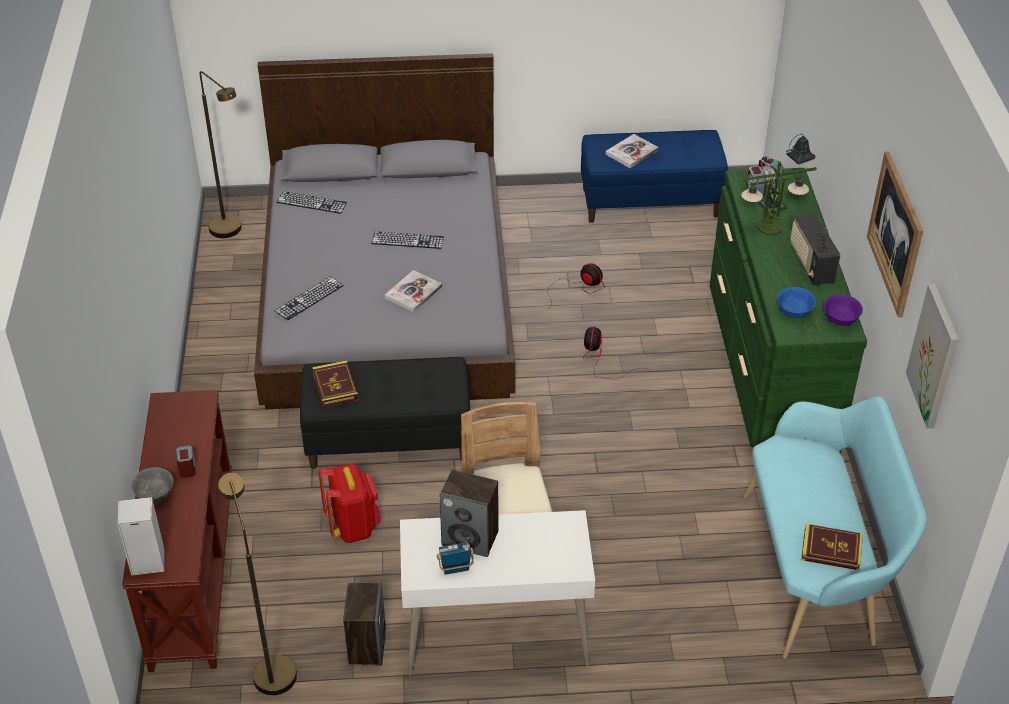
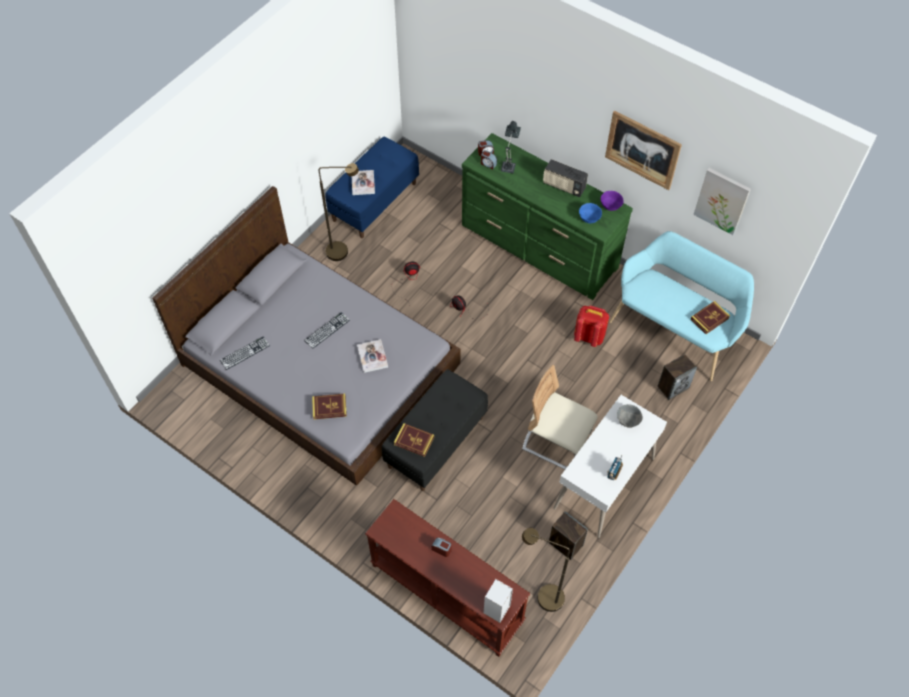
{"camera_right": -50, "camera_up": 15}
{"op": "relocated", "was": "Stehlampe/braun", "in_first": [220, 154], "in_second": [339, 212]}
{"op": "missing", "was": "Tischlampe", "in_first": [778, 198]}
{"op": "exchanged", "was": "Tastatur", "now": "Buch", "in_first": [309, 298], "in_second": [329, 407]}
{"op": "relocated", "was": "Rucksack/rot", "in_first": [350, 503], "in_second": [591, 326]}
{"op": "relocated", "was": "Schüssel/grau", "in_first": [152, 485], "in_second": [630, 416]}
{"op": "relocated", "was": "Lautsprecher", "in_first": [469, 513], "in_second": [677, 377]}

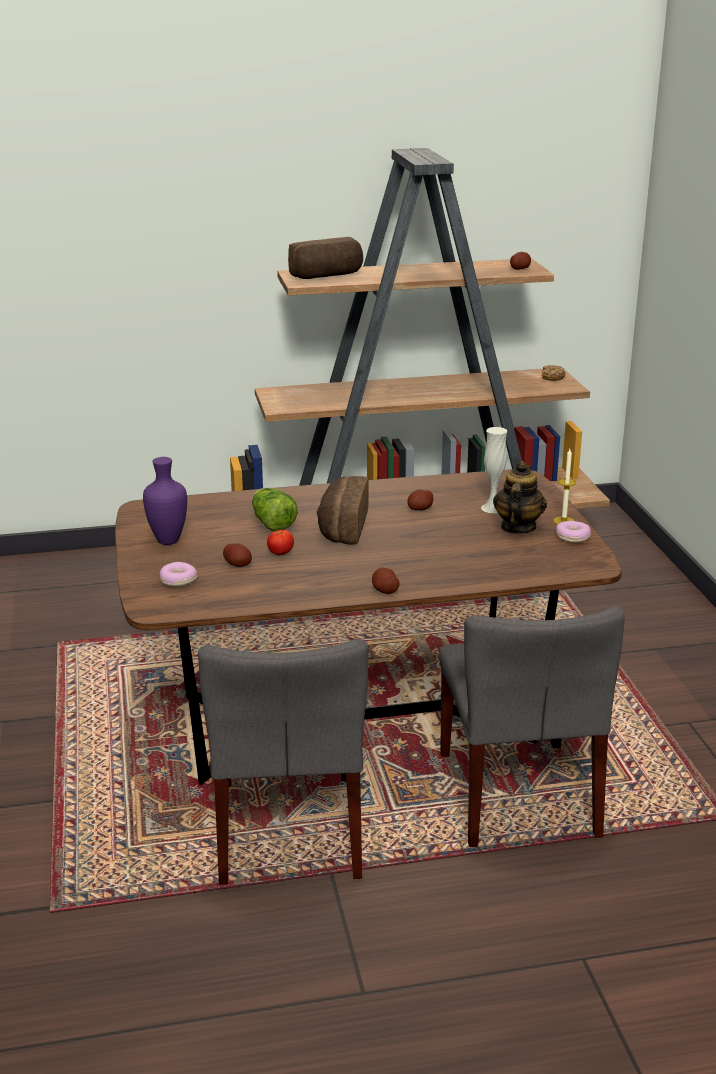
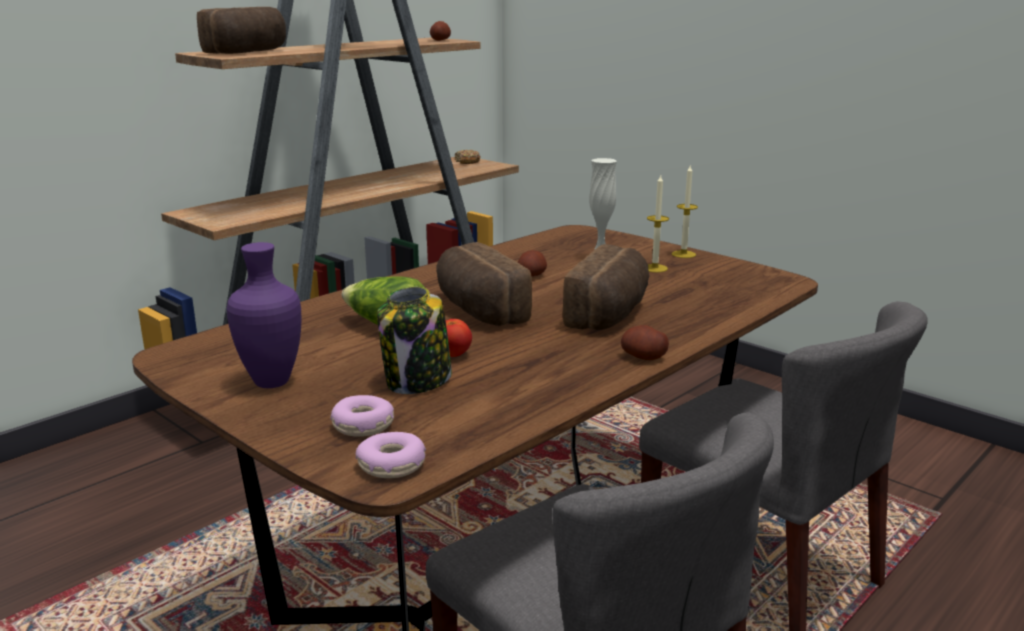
{"camera_right": -35, "camera_up": -5}
{"op": "exchanged", "was": "Teekanne", "now": "Kerze", "in_first": [520, 497], "in_second": [658, 224]}
{"op": "relocated", "was": "Donut", "in_first": [573, 532], "in_second": [391, 455]}
{"op": "exchanged", "was": "Kartoffel", "now": "Vorratsglas", "in_first": [237, 555], "in_second": [414, 340]}
{"op": "appeared", "now": "Brot", "in_second": [606, 287]}

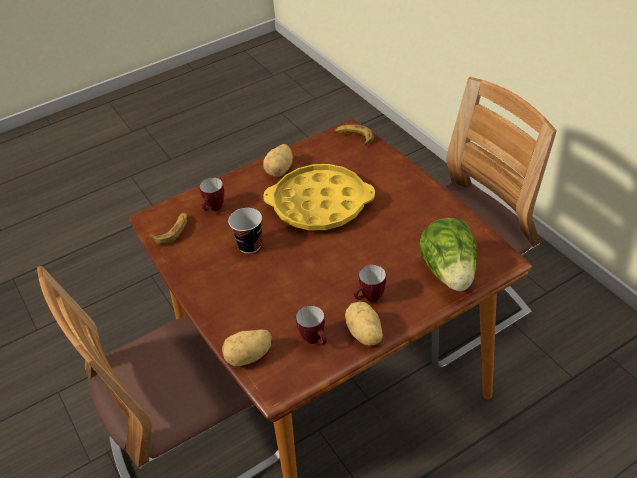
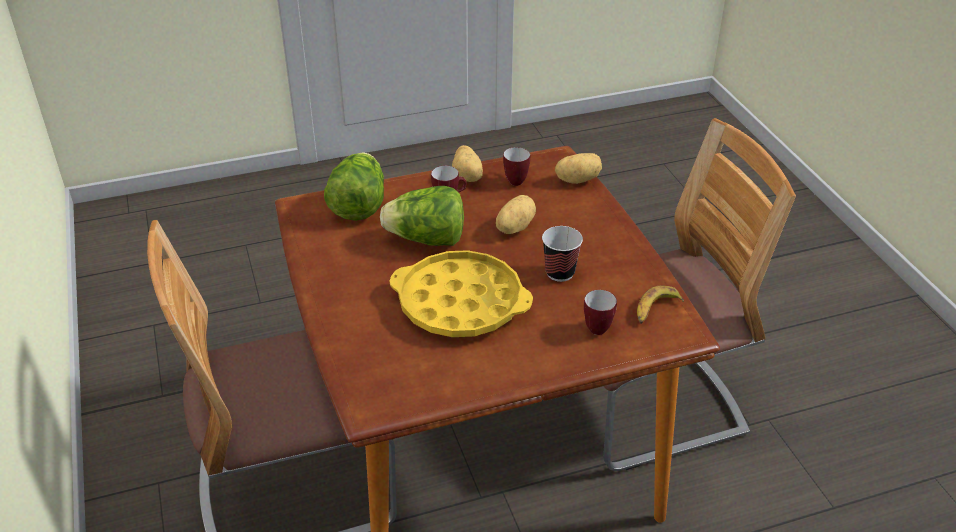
{"camera_right": -170, "camera_up": -5}
{"op": "missing", "was": "Banane", "in_first": [354, 134]}
{"op": "relocated", "was": "Kartoffel", "in_first": [278, 160], "in_second": [516, 214]}
{"op": "appeared", "now": "Salatkopf", "in_second": [422, 216]}

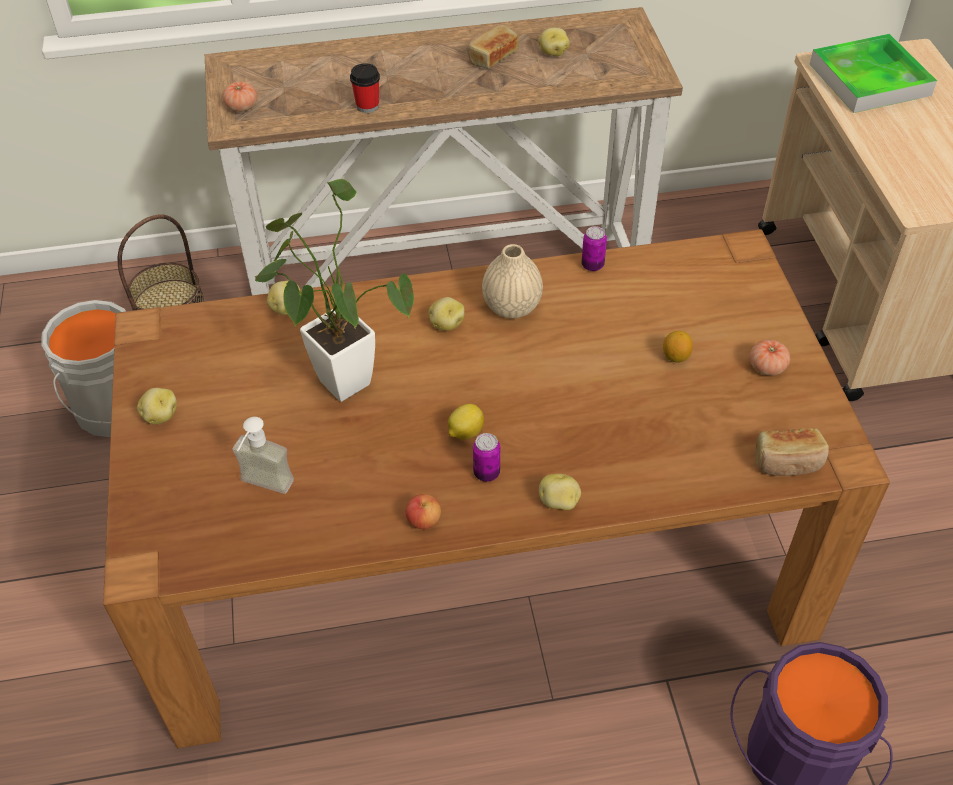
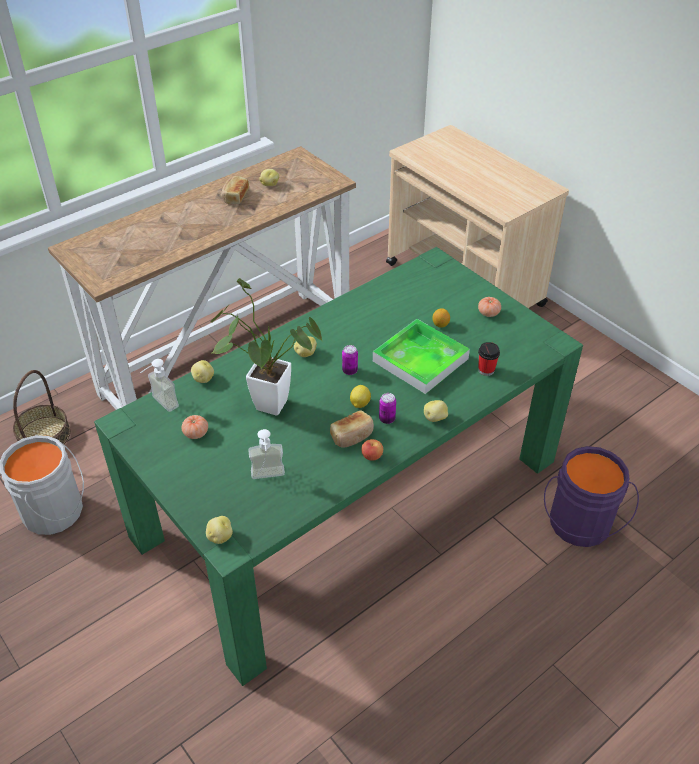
{"camera_right": -30, "camera_up": -5}
{"op": "relocated", "was": "Tablett", "in_first": [873, 73], "in_second": [421, 356]}
{"op": "relocated", "was": "Tasse", "in_first": [365, 88], "in_second": [489, 359]}
{"op": "relocated", "was": "Tomate", "in_first": [240, 97], "in_second": [195, 427]}
{"op": "relocated", "was": "Dose", "in_first": [594, 248], "in_second": [350, 360]}
{"op": "colour", "was": "Esstisch/braun", "now": "Esstisch/grün", "in_first": [496, 488], "in_second": [338, 466]}
{"op": "missing", "was": "Vase/beige", "in_first": [512, 281]}
{"op": "relocated", "was": "Kartoffel", "in_first": [157, 406], "in_second": [219, 530]}
{"op": "relocated", "was": "Brot", "in_first": [792, 452], "in_second": [352, 428]}
{"op": "appeared", "now": "Seifenspender", "in_second": [159, 385]}

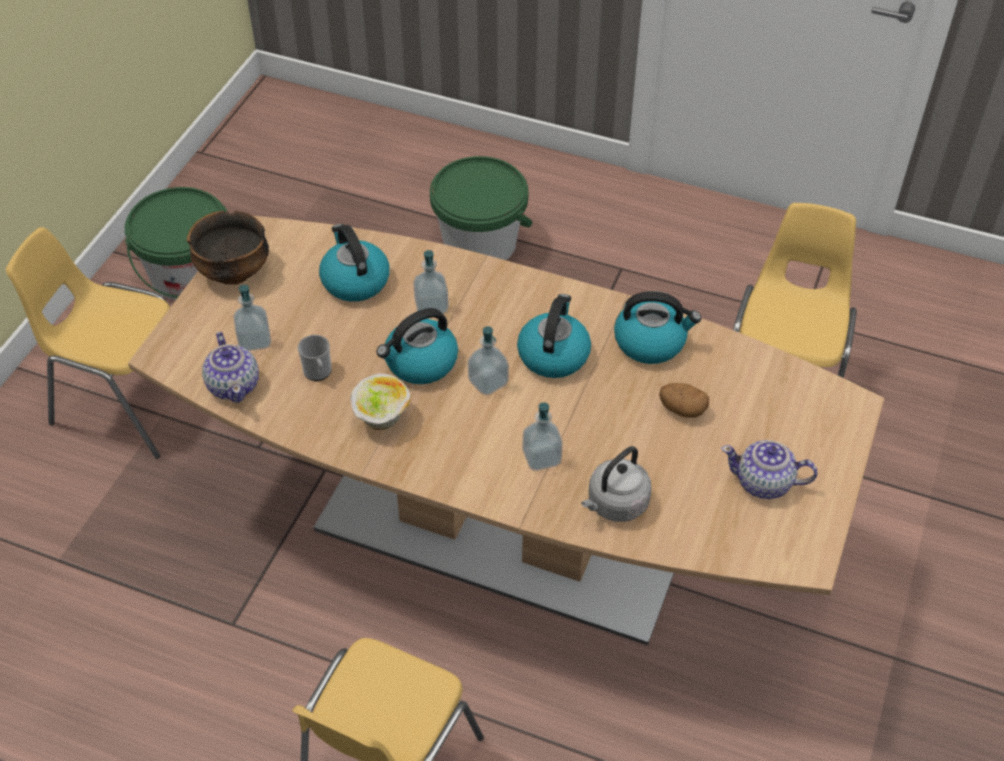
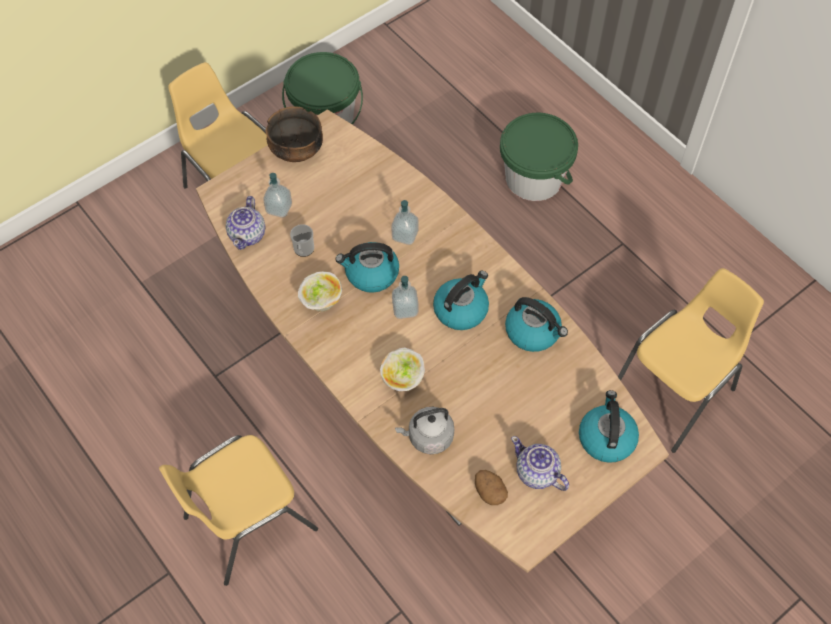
{"camera_right": 30, "camera_up": 10}
{"op": "relocated", "was": "Wasserkessel", "in_first": [354, 263], "in_second": [609, 426]}
{"op": "relocated", "was": "Kartoffel", "in_first": [684, 400], "in_second": [491, 487]}
{"op": "exchanged", "was": "Seifenspender", "now": "Schüssel", "in_first": [542, 436], "in_second": [402, 369]}

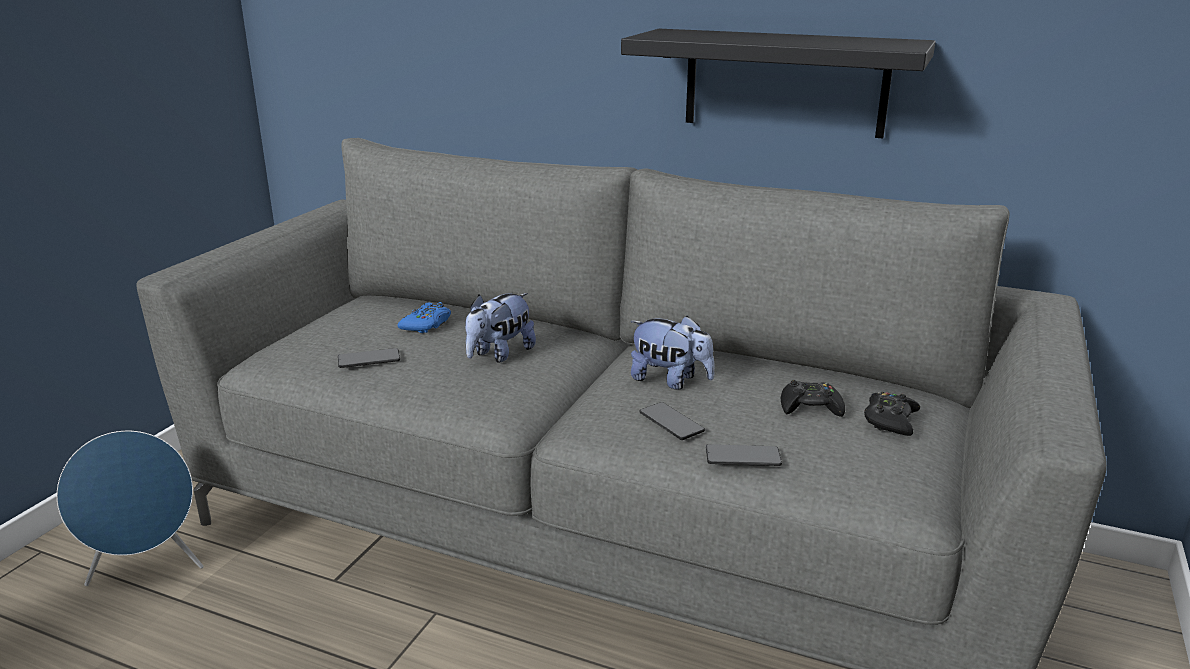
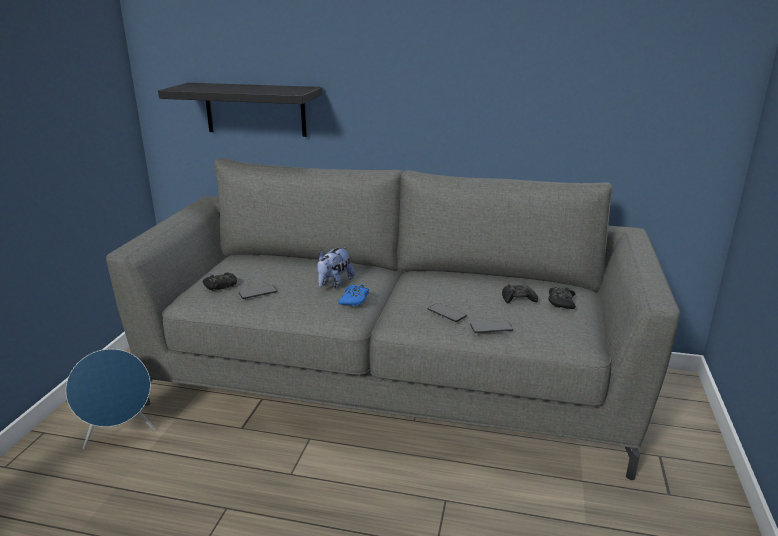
{"camera_right": -10, "camera_up": 0}
{"op": "relocated", "was": "Wandregal/schwarz", "in_first": [778, 83], "in_second": [240, 110]}
{"op": "relocated", "was": "Gamepad/blau", "in_first": [424, 317], "in_second": [353, 295]}
{"op": "missing", "was": "Plüschtier", "in_first": [672, 353]}
{"op": "appeared", "now": "Gamepad/schwarz", "in_second": [220, 282]}

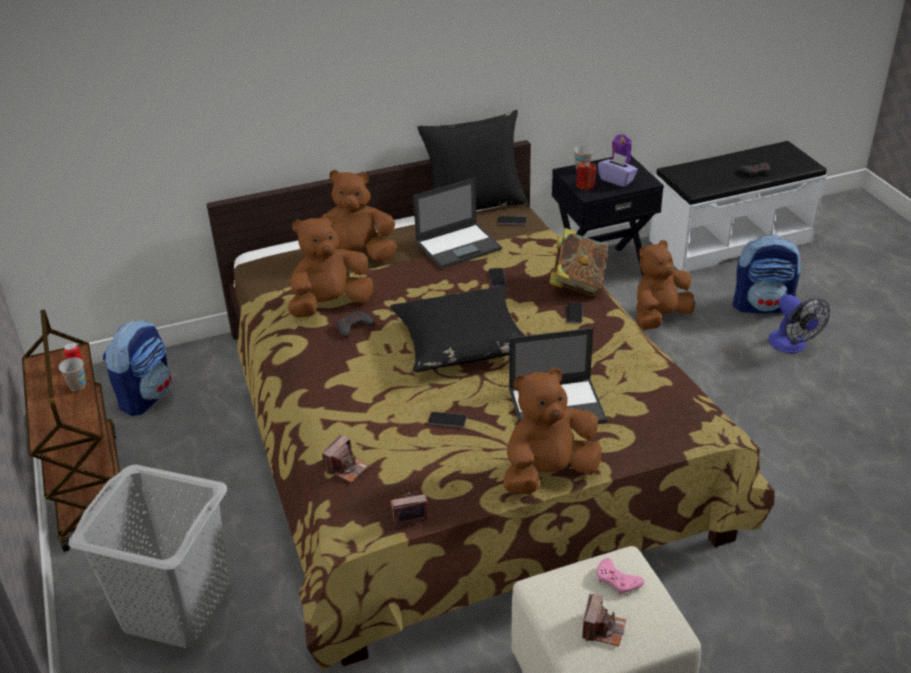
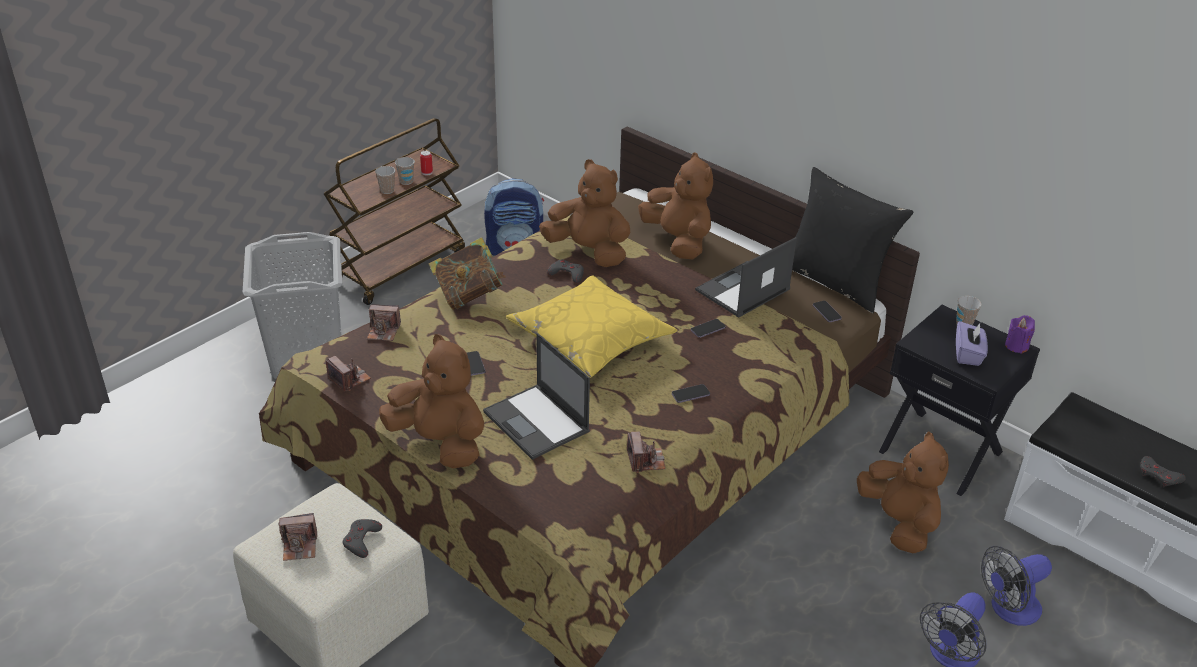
{"camera_right": 60, "camera_up": 0}
{"op": "missing", "was": "Kerze/rot", "in_first": [586, 175]}
{"op": "spun", "was": "Laptop", "in_first": [457, 223], "in_second": [746, 277], "clockwise": 105}
{"op": "relocated", "was": "Buch", "in_first": [579, 262], "in_second": [467, 273]}
{"op": "exchanged", "was": "Rucksack", "now": "Ventilator", "in_first": [767, 274], "in_second": [1016, 586]}
{"op": "spun", "was": "Plüschtier/braun", "in_first": [665, 285], "in_second": [903, 492], "clockwise": 45}
{"op": "colour", "was": "Kissen/schwarz", "now": "Kissen/gelb", "in_first": [458, 329], "in_second": [591, 326]}
{"op": "colour", "was": "Gamepad/rosa", "now": "Gamepad/grau", "in_first": [620, 576], "in_second": [362, 538]}
{"op": "appeared", "now": "Tasse", "in_second": [385, 180]}
{"op": "appeared", "now": "Kamera", "in_second": [646, 452]}

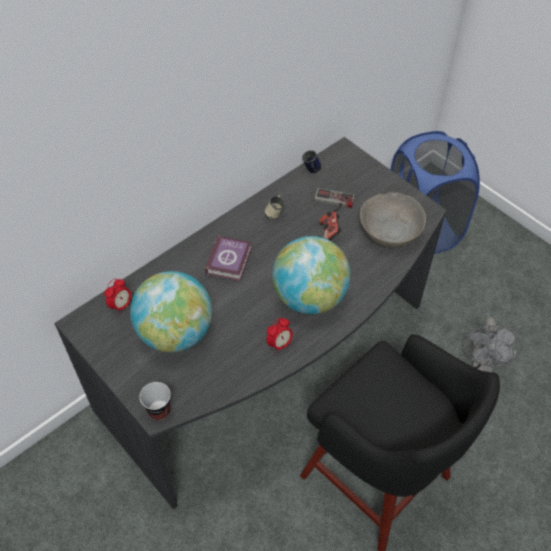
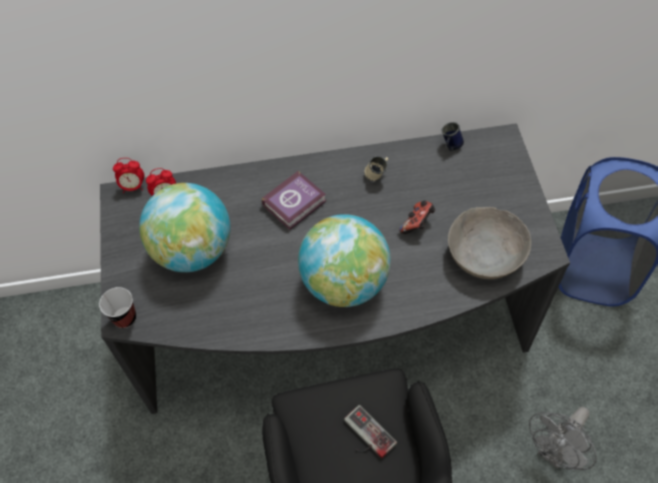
{"camera_right": 35, "camera_up": 5}
{"op": "relocated", "was": "Gamepad", "in_first": [334, 199], "in_second": [370, 431]}
{"op": "relocated", "was": "Wecker", "in_first": [280, 336], "in_second": [128, 175]}

